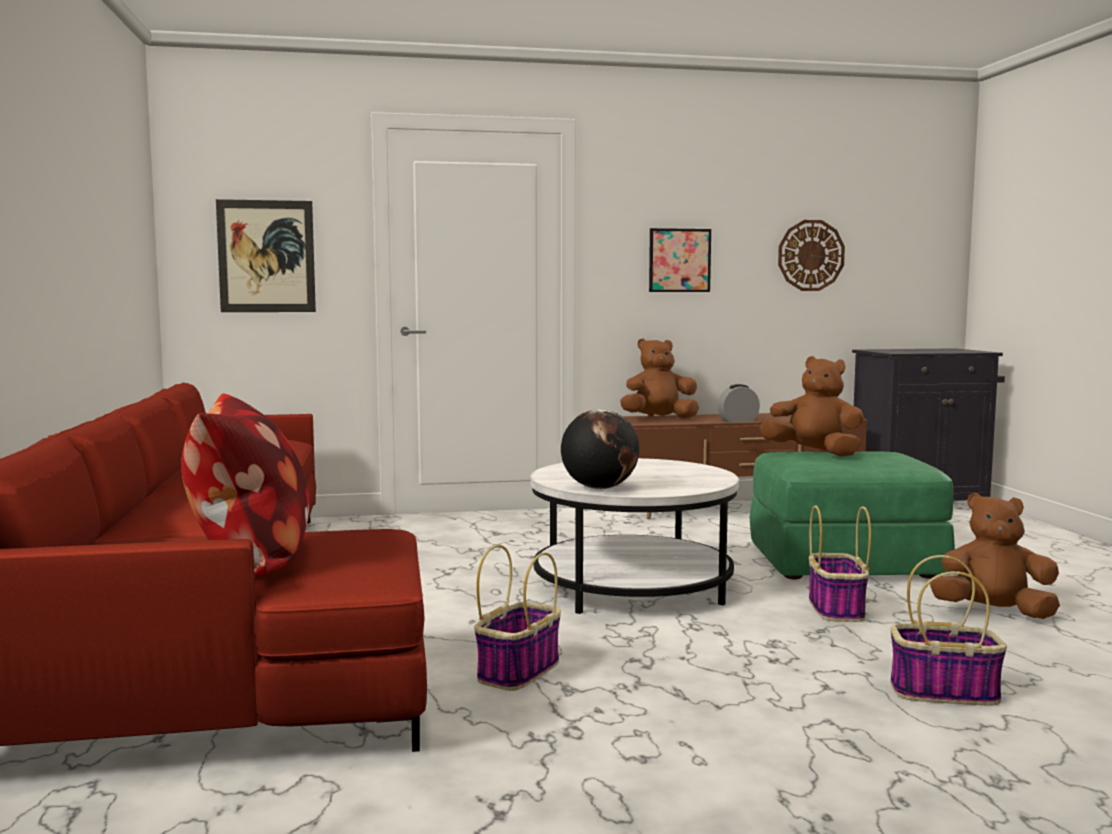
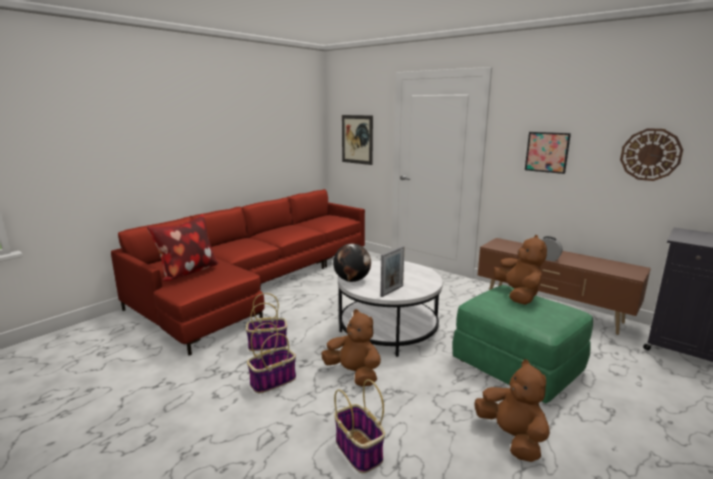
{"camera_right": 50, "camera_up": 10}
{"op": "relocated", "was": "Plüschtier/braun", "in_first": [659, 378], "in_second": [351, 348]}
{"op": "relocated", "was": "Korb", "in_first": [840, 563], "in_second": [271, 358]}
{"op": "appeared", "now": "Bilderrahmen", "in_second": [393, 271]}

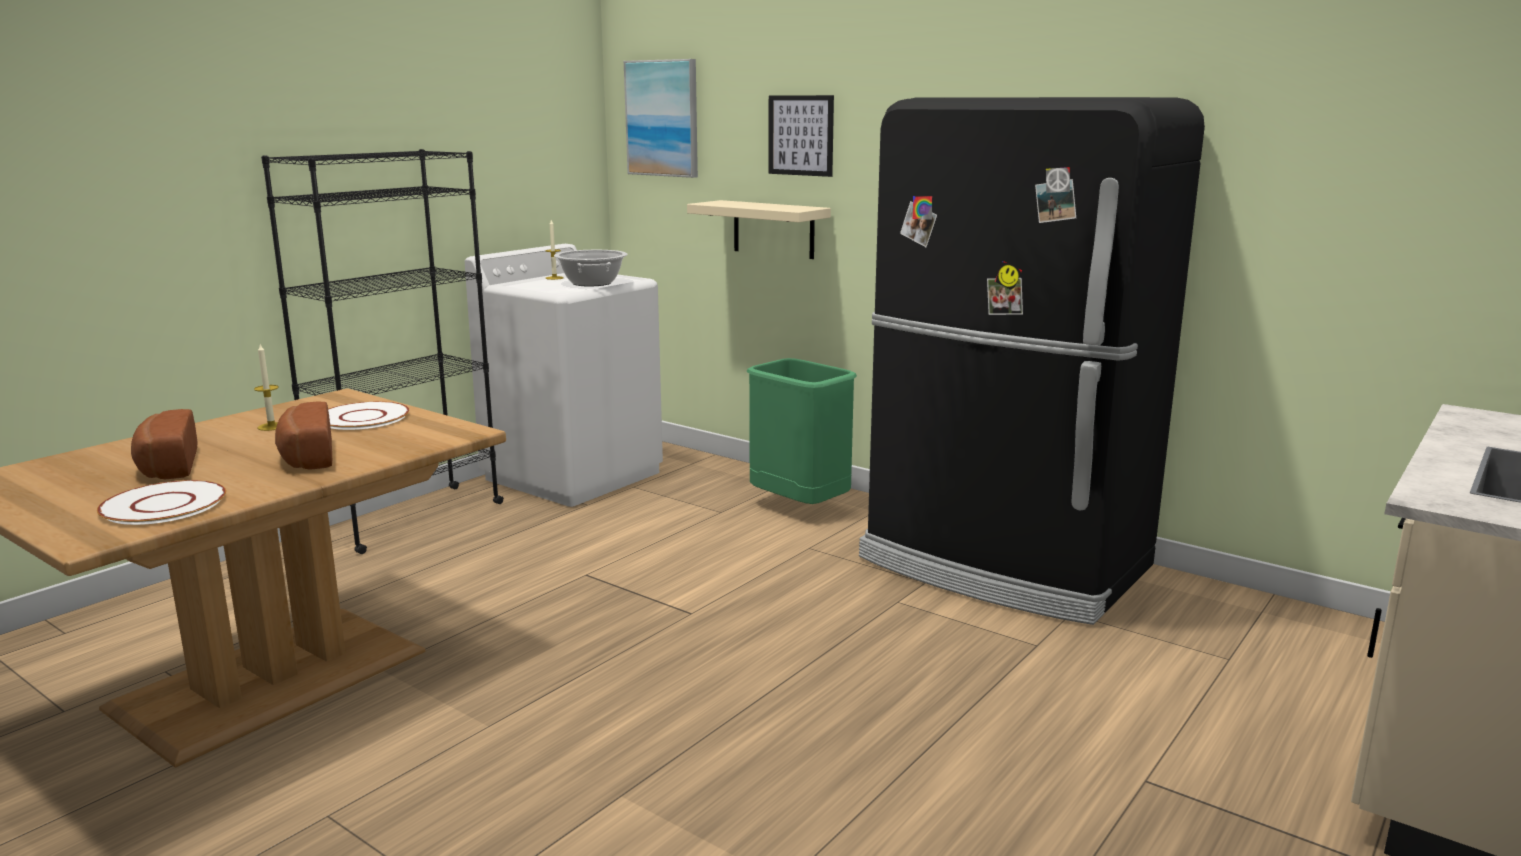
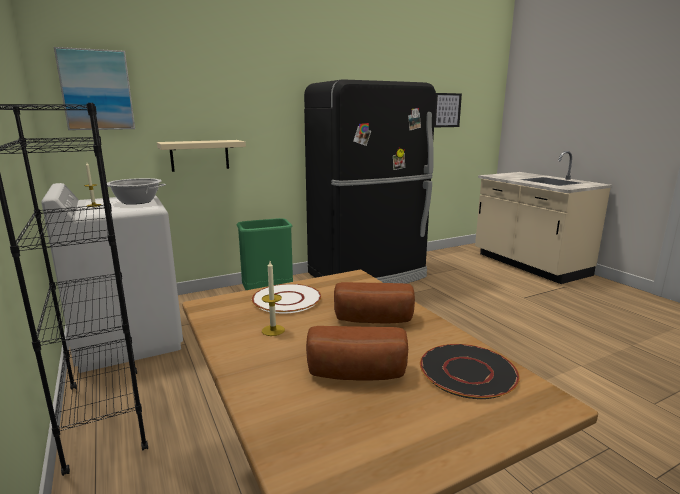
{"camera_right": -65, "camera_up": 0}
{"op": "relocated", "was": "Bild", "in_first": [801, 136], "in_second": [448, 110]}
{"op": "colour", "was": "Teller/weiß", "now": "Teller/schwarz", "in_first": [161, 502], "in_second": [470, 371]}

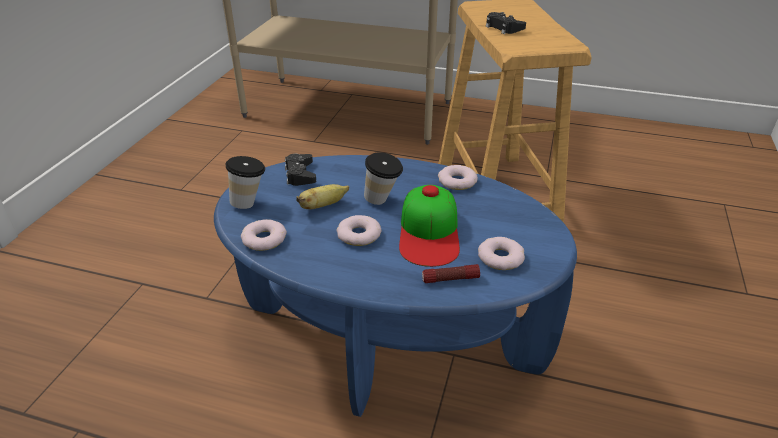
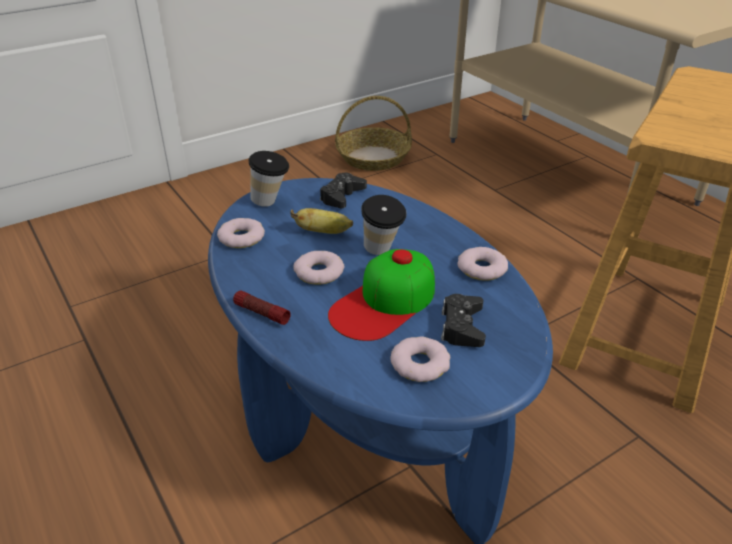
{"camera_right": 40, "camera_up": 0}
{"op": "relocated", "was": "Gamepad/schwarz", "in_first": [506, 23], "in_second": [463, 320]}
{"op": "relocated", "was": "Taschenlampe", "in_first": [451, 273], "in_second": [262, 307]}
{"op": "appeared", "now": "Korb", "in_second": [373, 133]}

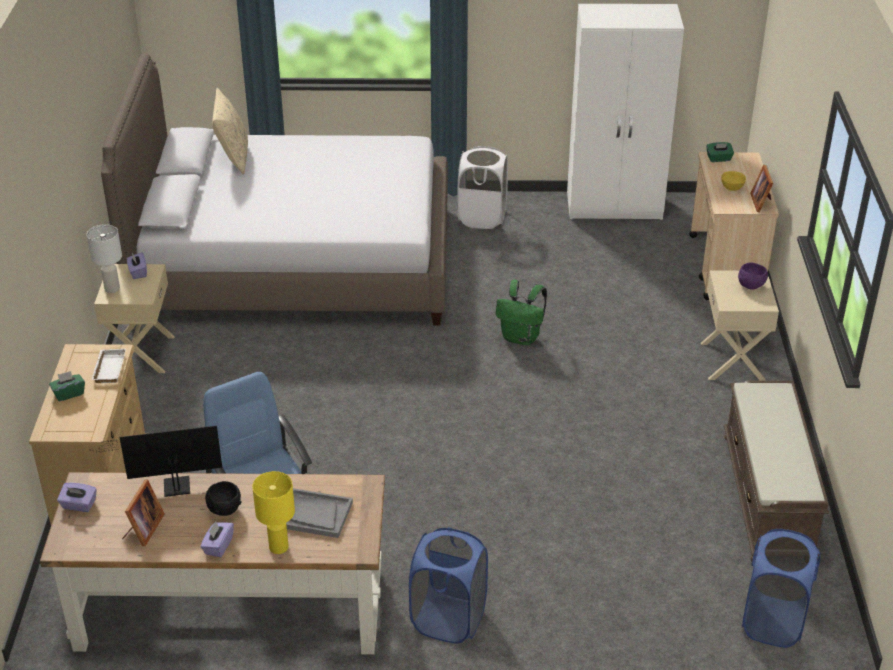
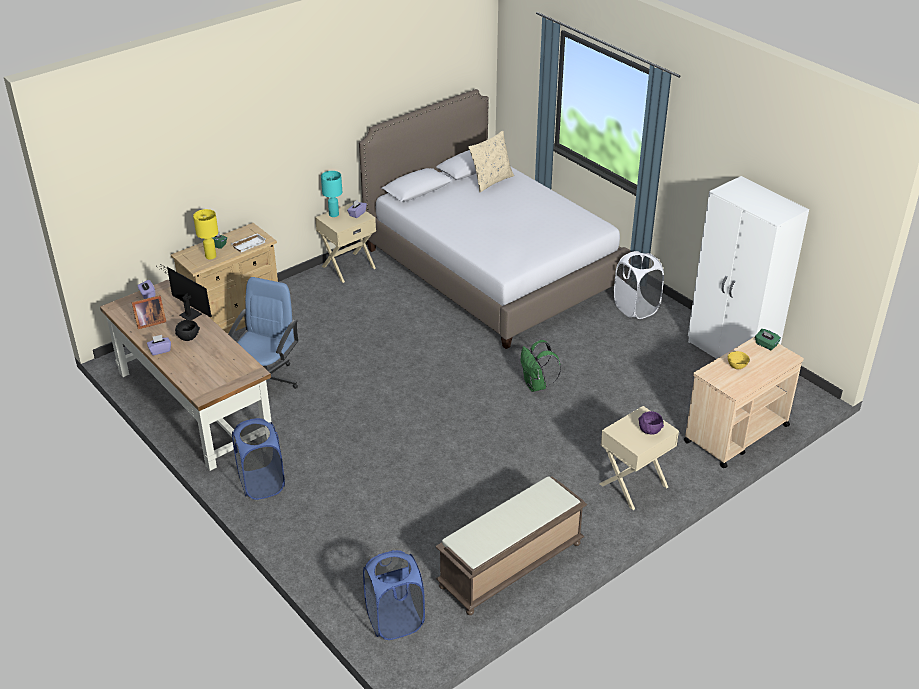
{"camera_right": 50, "camera_up": 0}
{"op": "missing", "was": "Bilderrahmen", "in_first": [761, 188]}
{"op": "colour", "was": "Tischlampe/weiß", "now": "Tischlampe/türkis", "in_first": [104, 258], "in_second": [331, 194]}
{"op": "relocated", "was": "Tischlampe/gelb", "in_first": [273, 512], "in_second": [205, 234]}
{"op": "missing", "was": "Tablett/grau", "in_first": [319, 513]}

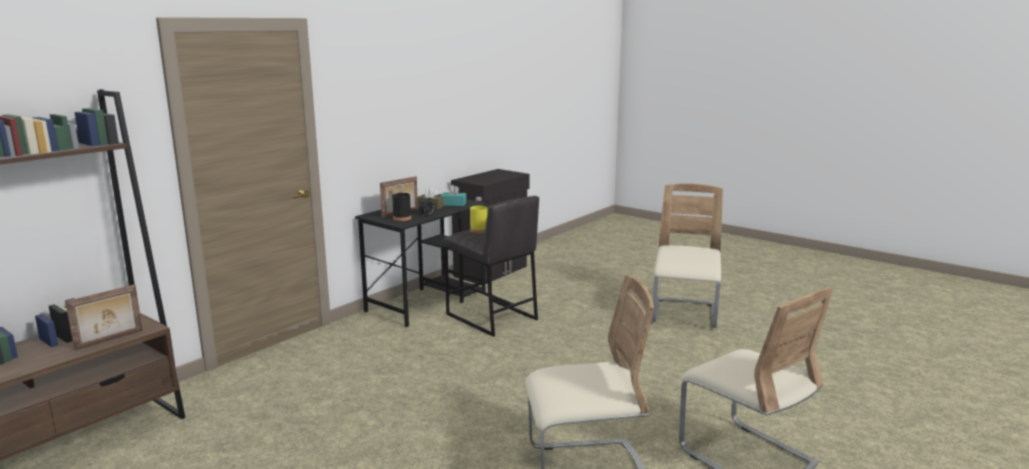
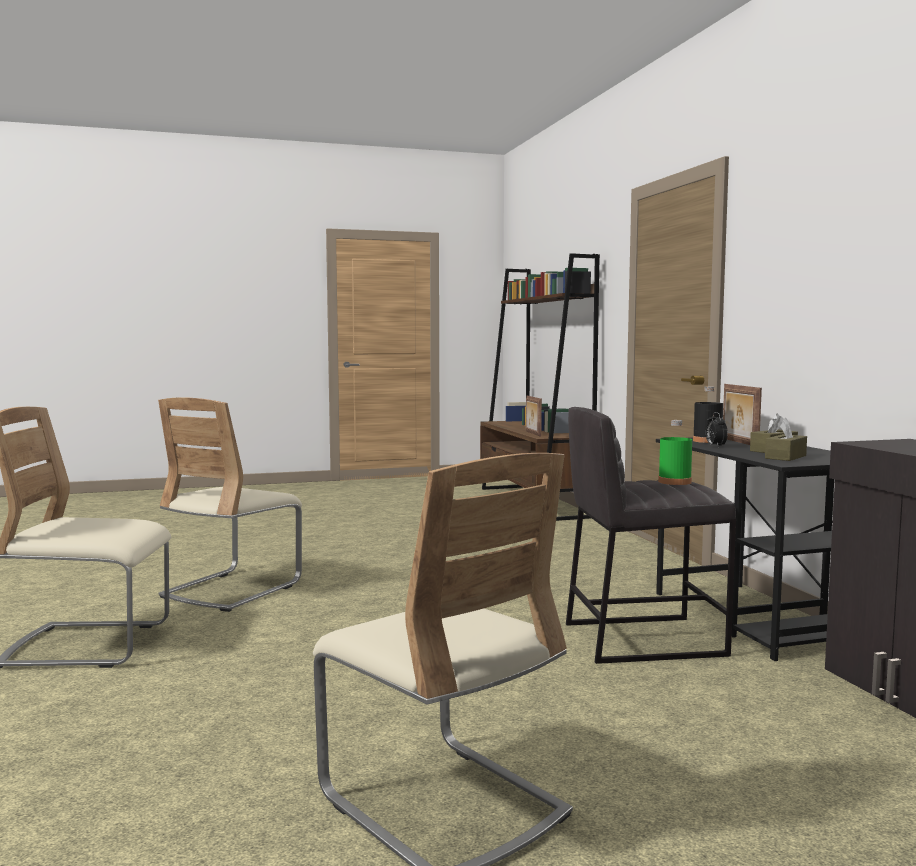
{"camera_right": 125, "camera_up": -10}
{"op": "colour", "was": "Taschentuchbox/türkis", "now": "Taschentuchbox/braun", "in_first": [453, 195], "in_second": [786, 439]}
{"op": "colour", "was": "Flasche/gelb", "now": "Flasche/grün", "in_first": [479, 215], "in_second": [675, 452]}

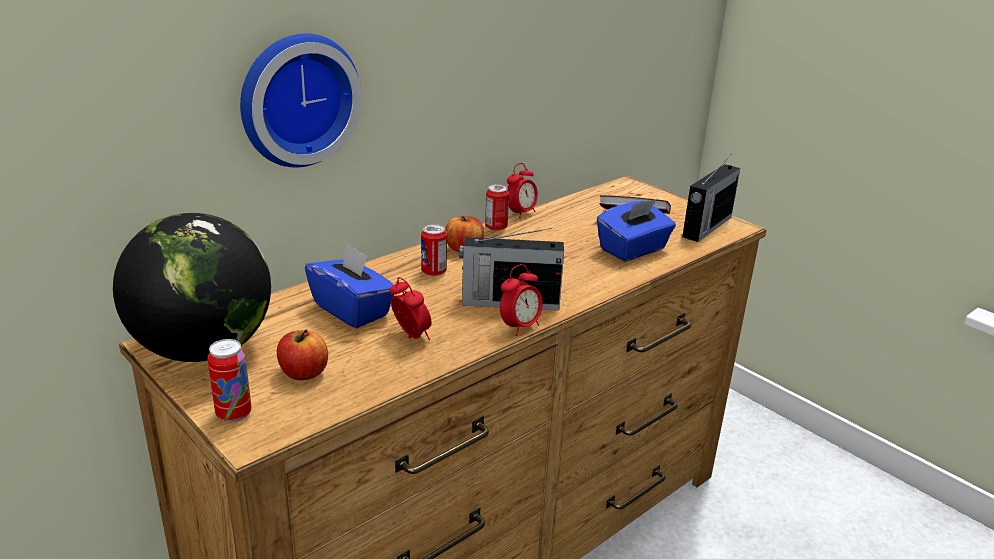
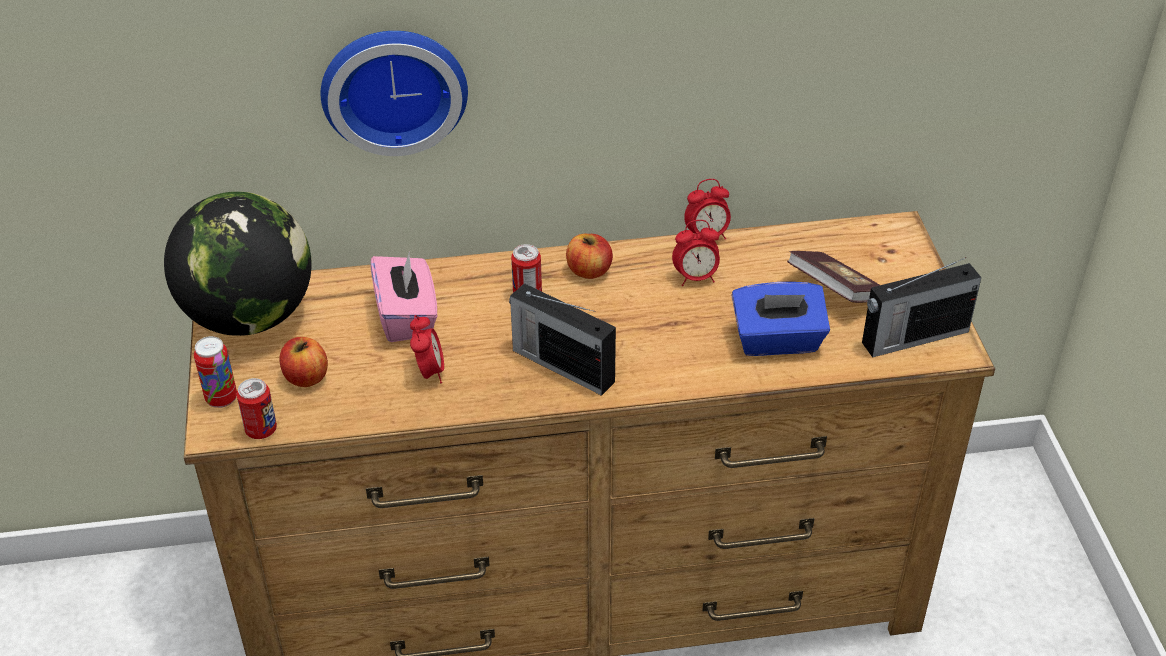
{"camera_right": 35, "camera_up": 15}
{"op": "relocated", "was": "Dose", "in_first": [497, 207], "in_second": [256, 408]}
{"op": "colour", "was": "Taschentuchbox/blau", "now": "Taschentuchbox/rosa", "in_first": [349, 286], "in_second": [404, 296]}
{"op": "relocated", "was": "Wecker", "in_first": [521, 300], "in_second": [696, 253]}

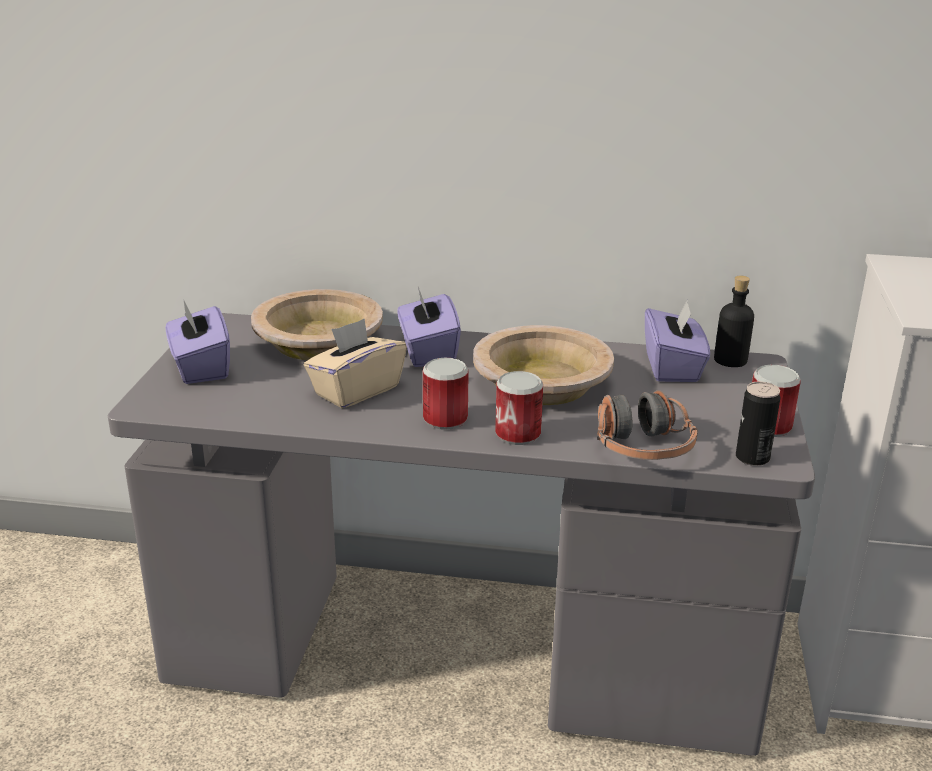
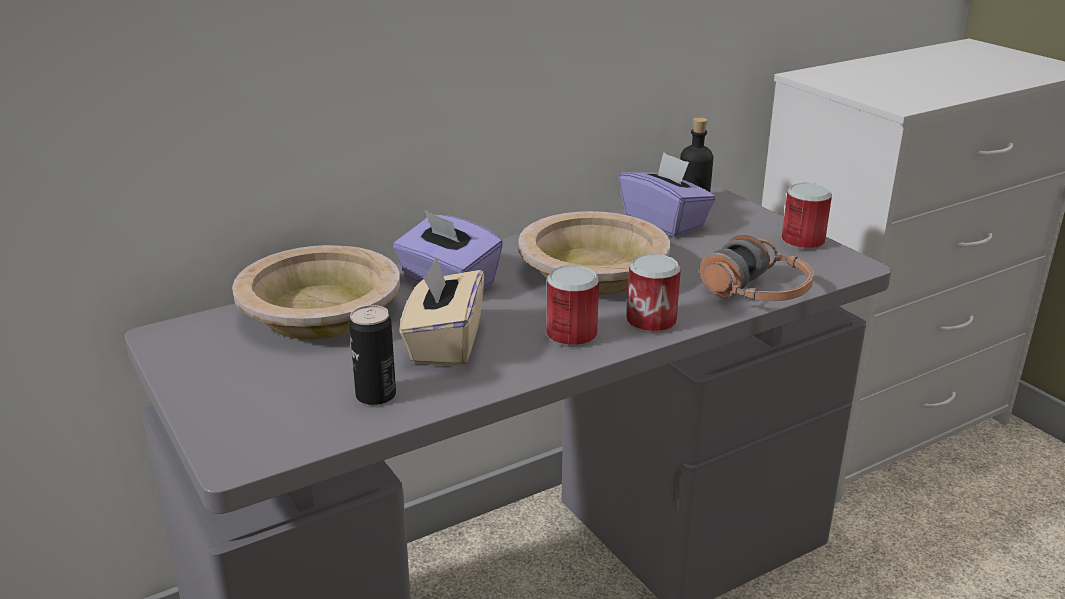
{"camera_right": -40, "camera_up": 0}
{"op": "missing", "was": "Taschentuchbox/lila", "in_first": [197, 341]}
{"op": "relocated", "was": "Dose", "in_first": [758, 423], "in_second": [372, 355]}

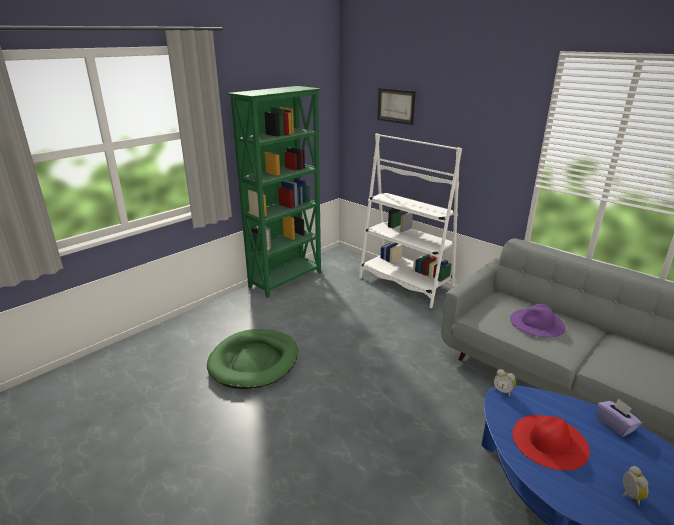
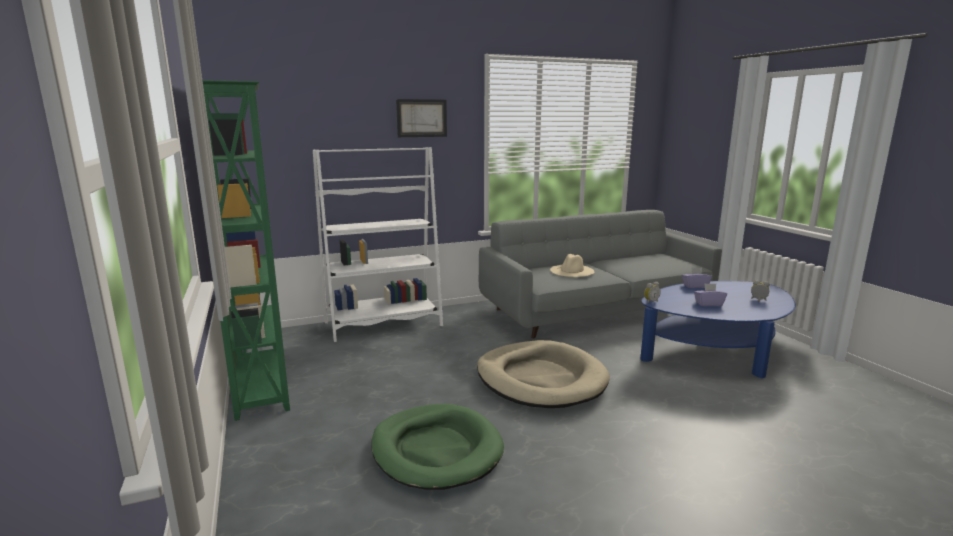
{"camera_right": -65, "camera_up": -10}
{"op": "relocated", "was": "Bild", "in_first": [396, 106], "in_second": [421, 118]}
{"op": "colour", "was": "Hut/lila", "now": "Hut/beige", "in_first": [538, 321], "in_second": [572, 265]}
{"op": "exchanged", "was": "Hut/rot", "now": "Taschentuchbox/lila", "in_first": [551, 442], "in_second": [710, 294]}
{"op": "appeared", "now": "Hundebett/beige", "in_second": [543, 374]}

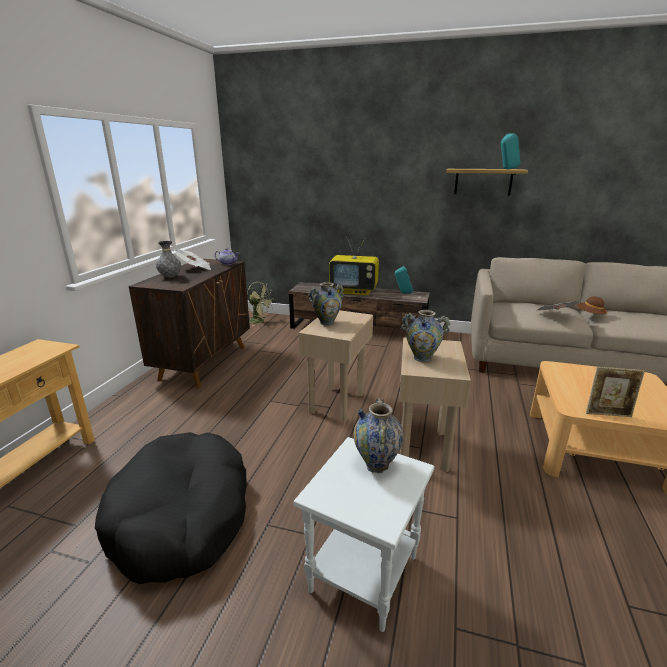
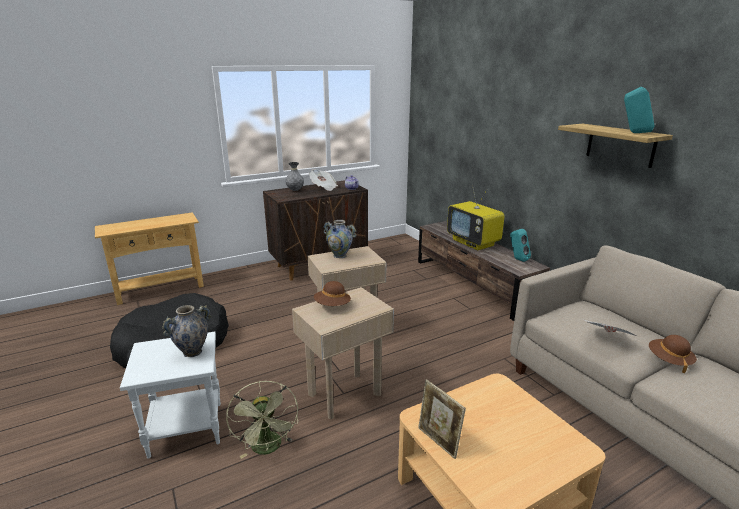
{"camera_right": 45, "camera_up": 0}
{"op": "relocated", "was": "Ventilator/grün", "in_first": [260, 304], "in_second": [262, 420]}
{"op": "exchanged", "was": "Vase", "now": "Hut/braun", "in_first": [426, 336], "in_second": [332, 293]}

